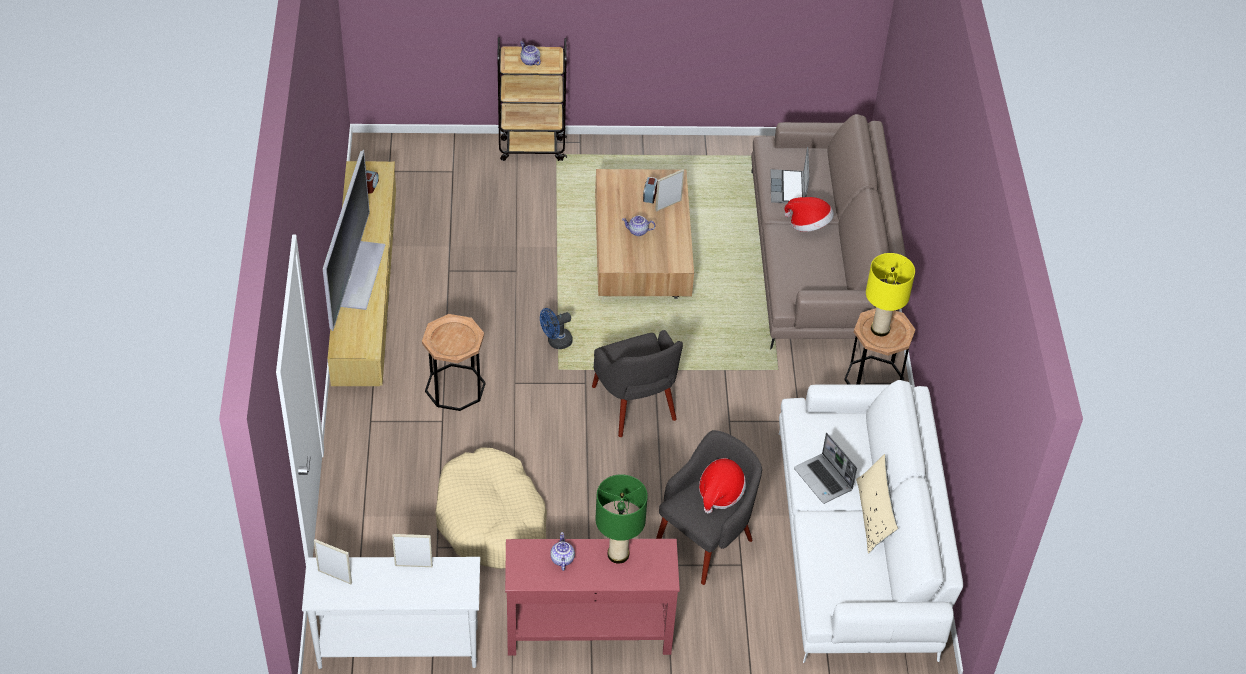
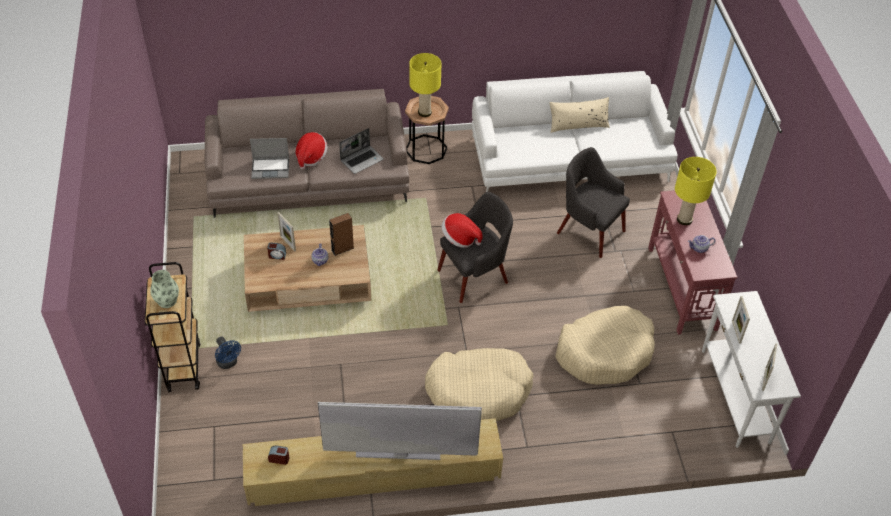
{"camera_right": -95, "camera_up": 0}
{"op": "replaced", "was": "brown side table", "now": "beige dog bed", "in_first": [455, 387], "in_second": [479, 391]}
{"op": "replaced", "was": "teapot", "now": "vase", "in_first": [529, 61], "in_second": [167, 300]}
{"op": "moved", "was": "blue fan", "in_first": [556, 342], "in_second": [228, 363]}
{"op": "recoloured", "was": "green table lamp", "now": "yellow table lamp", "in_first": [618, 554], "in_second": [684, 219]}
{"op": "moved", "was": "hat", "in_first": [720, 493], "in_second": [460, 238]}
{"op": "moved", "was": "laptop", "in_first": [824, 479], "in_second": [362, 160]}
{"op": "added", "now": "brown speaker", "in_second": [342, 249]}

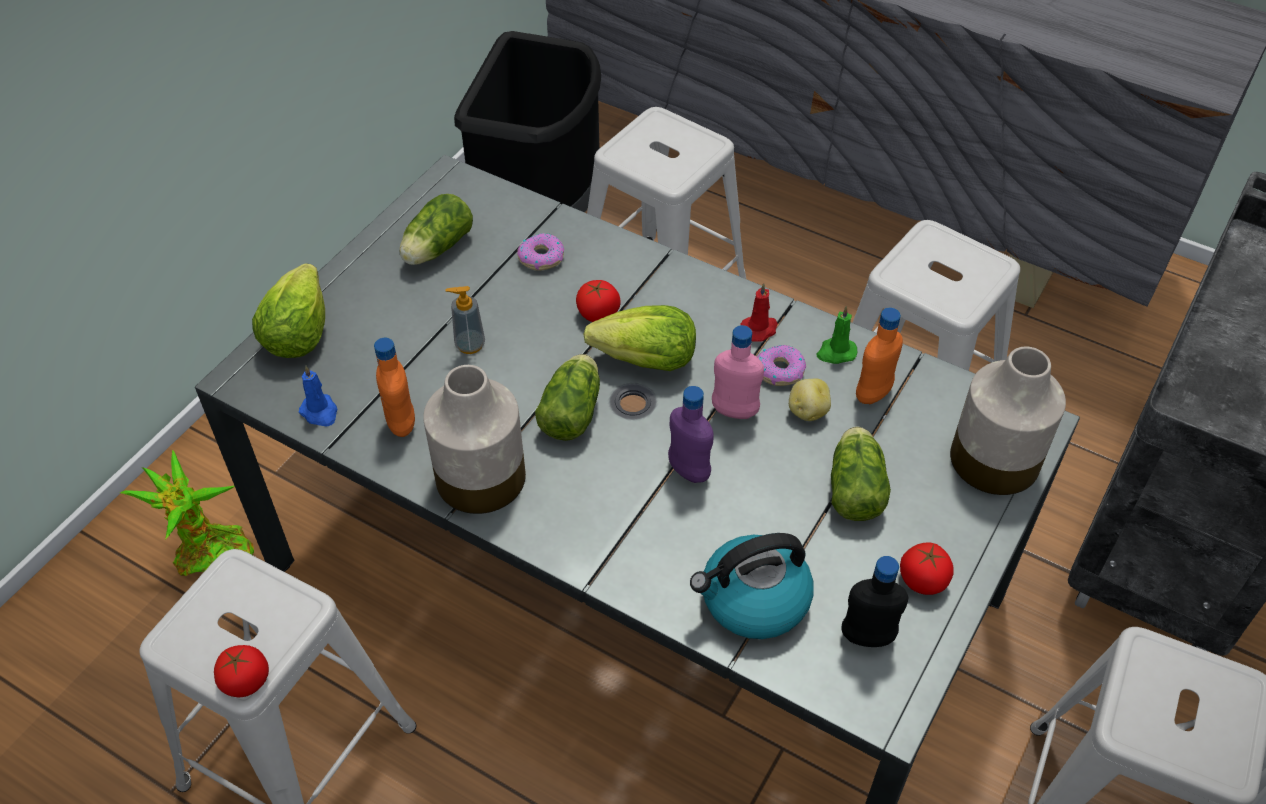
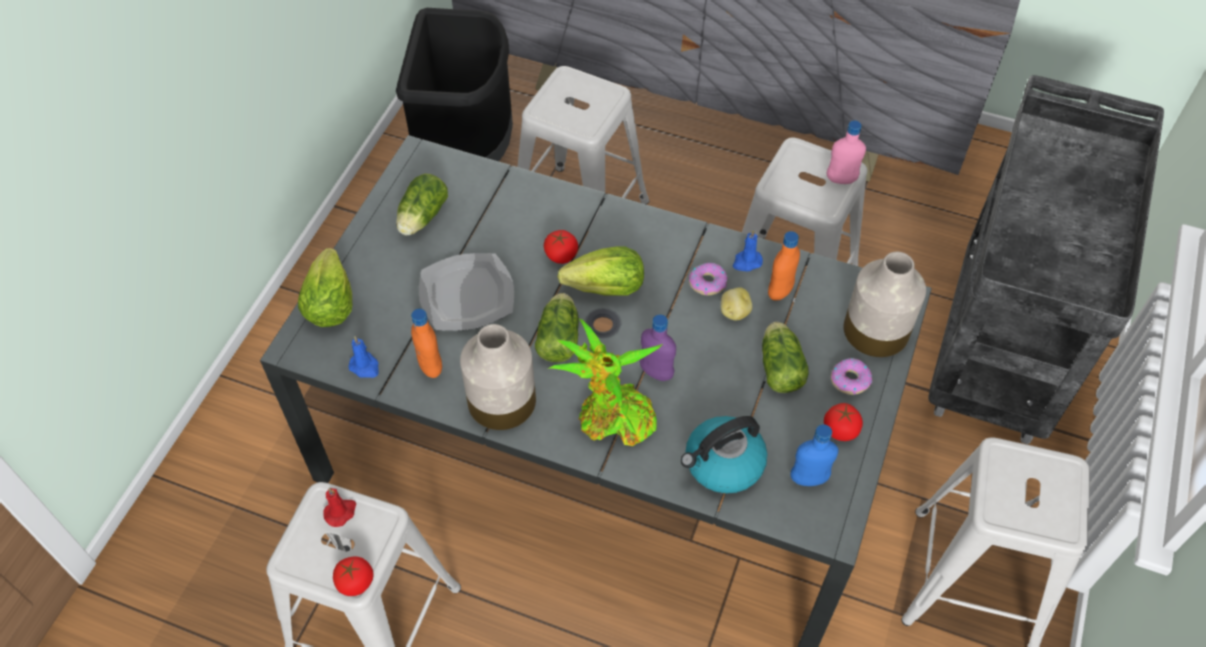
{"camera_right": -10, "camera_up": 5}
{"op": "moved", "was": "potted plant", "in_first": [211, 557], "in_second": [611, 419]}
{"op": "replaced", "was": "soap dispenser", "now": "plate", "in_first": [470, 345], "in_second": [468, 295]}
{"op": "moved", "was": "donut", "in_first": [541, 257], "in_second": [850, 380]}
{"op": "moved", "was": "pink bottle", "in_first": [734, 411], "in_second": [841, 179]}
{"op": "moved", "was": "red candle", "in_first": [760, 329], "in_second": [341, 512]}
{"op": "recoloured", "was": "green candle", "now": "blue candle", "in_first": [836, 352], "in_second": [746, 262]}
{"op": "recoloured", "was": "black bottle", "now": "blue bottle", "in_first": [867, 637], "in_second": [809, 479]}

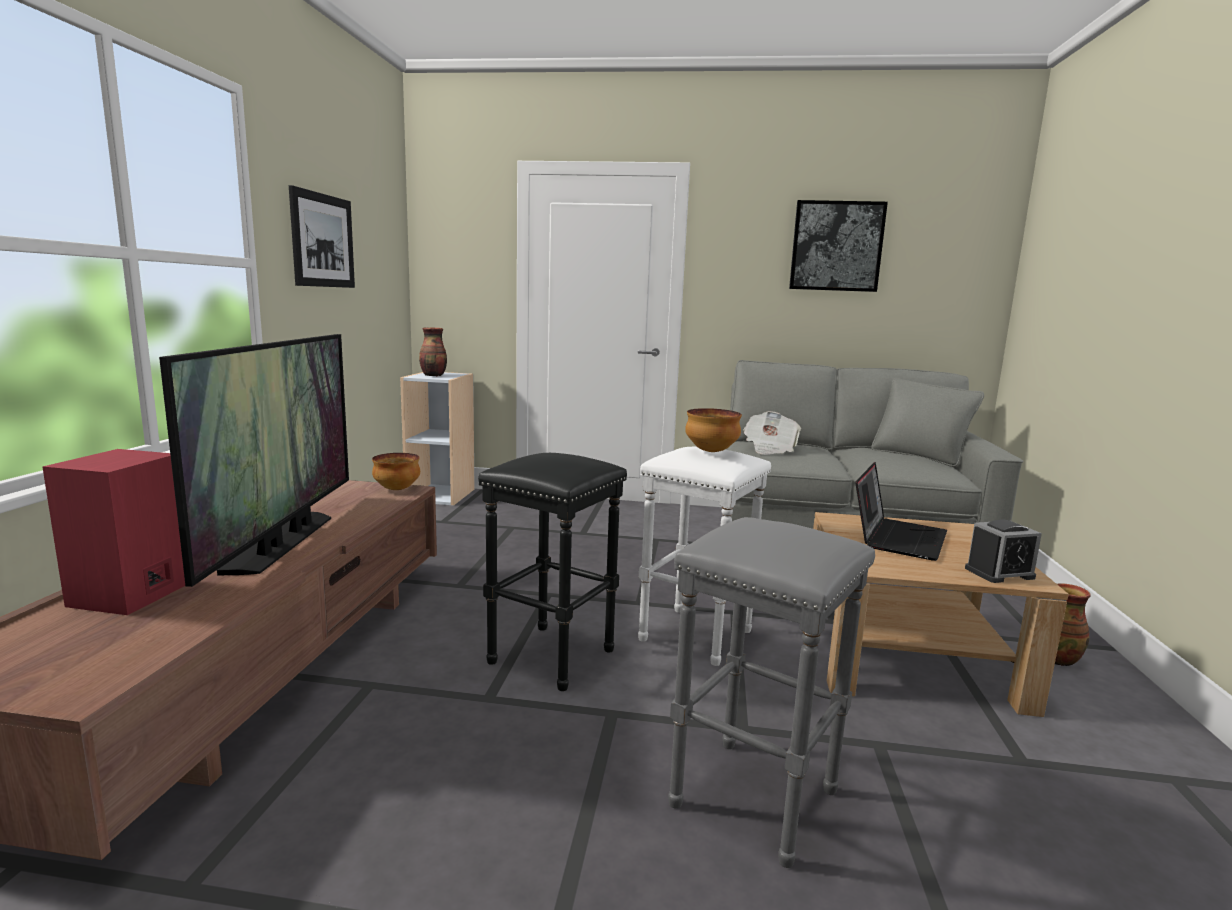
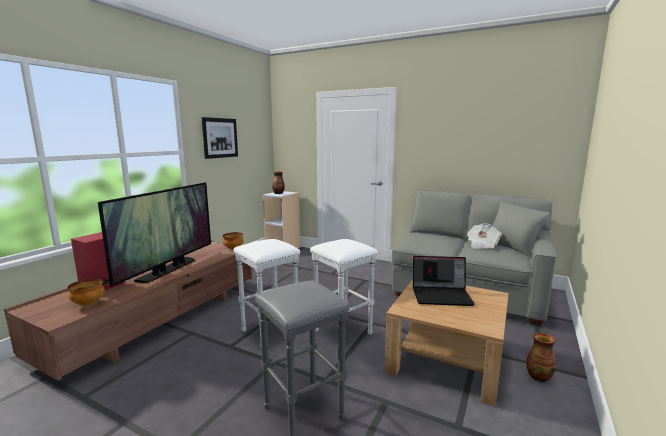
{"camera_right": 20, "camera_up": 0}
{"op": "recoloured", "was": "black stool", "now": "white stool", "in_first": [548, 656], "in_second": [268, 332]}
{"op": "moved", "was": "bowl", "in_first": [710, 451], "in_second": [88, 304]}
{"op": "moved", "was": "newspaper", "in_first": [769, 449], "in_second": [482, 245]}
{"op": "removed", "was": "picture", "in_first": [836, 246]}
{"op": "turned", "was": "laptop", "in_first": [897, 538], "in_second": [442, 295], "clockwise": 45}
{"op": "removed", "was": "alarm clock", "in_first": [999, 573]}

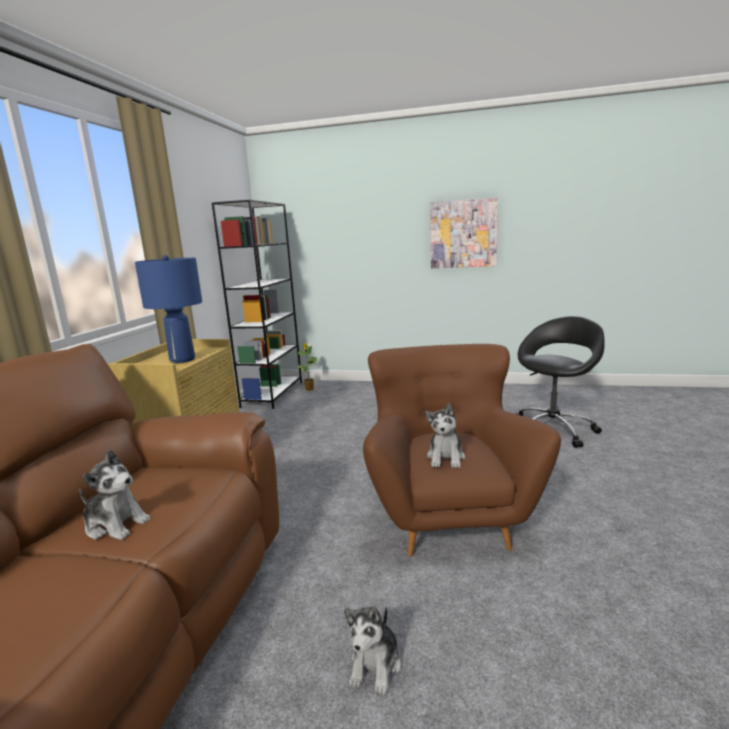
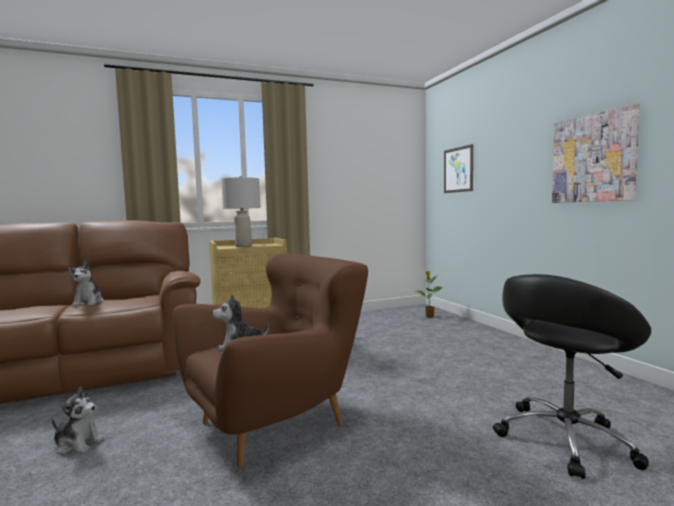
{"camera_right": 55, "camera_up": -10}
{"op": "recoloured", "was": "blue table lamp", "now": "grey table lamp", "in_first": [182, 360], "in_second": [243, 246]}
{"op": "removed", "was": "white bookcase", "in_first": [272, 394]}
{"op": "turned", "was": "plush toy", "in_first": [376, 664], "in_second": [78, 443], "clockwise": -150}
{"op": "turned", "was": "black office chair", "in_first": [554, 428], "in_second": [563, 441], "clockwise": 120}
{"op": "added", "now": "picture", "in_second": [458, 170]}

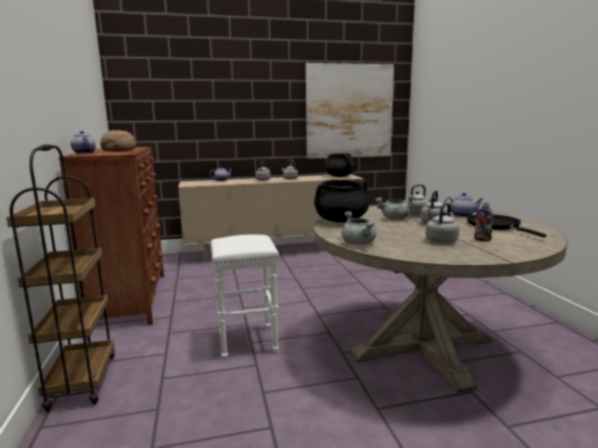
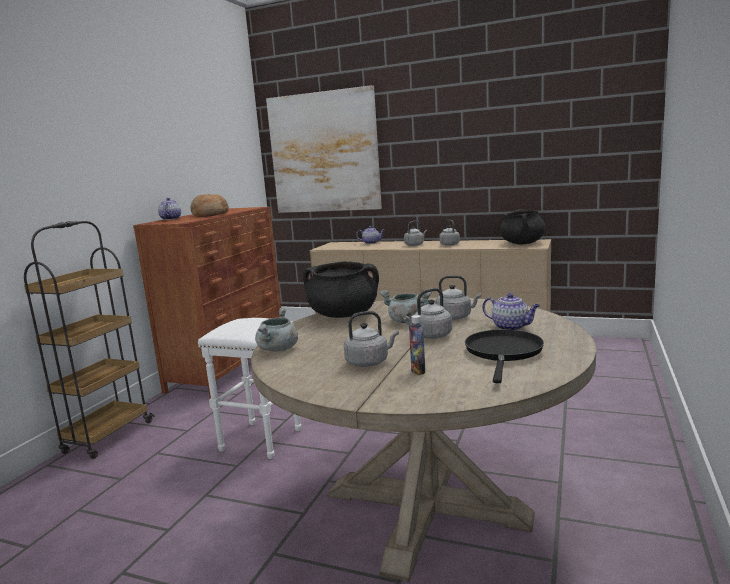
{"camera_right": 35, "camera_up": 0}
{"op": "moved", "was": "picture", "in_first": [349, 111], "in_second": [324, 153]}

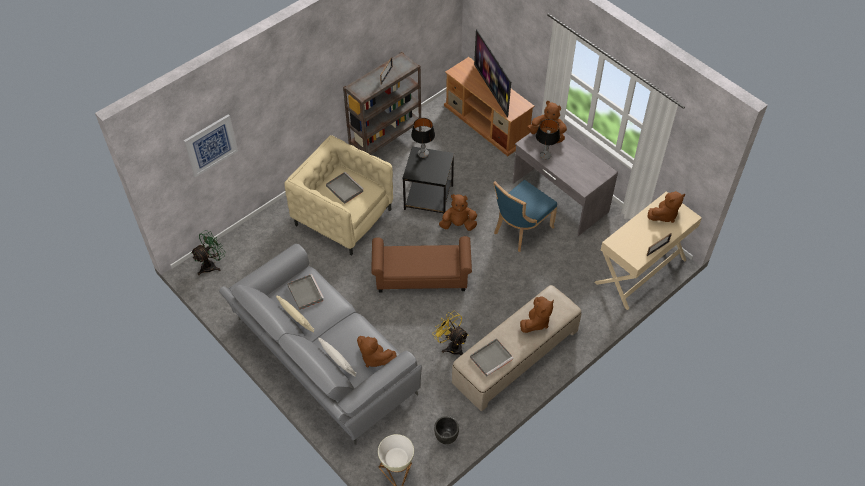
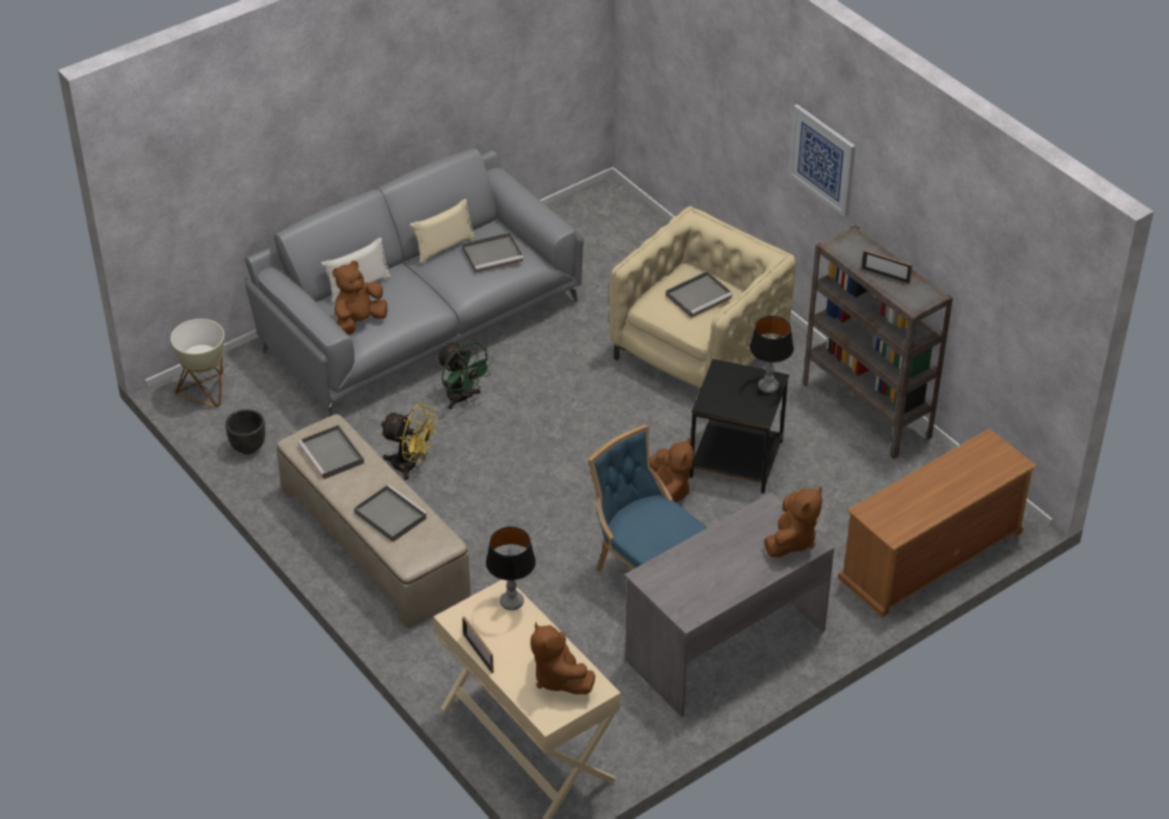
{"camera_right": 95, "camera_up": -10}
{"op": "moved", "was": "picture", "in_first": [211, 145], "in_second": [822, 160]}
{"op": "moved", "was": "green fan", "in_first": [211, 265], "in_second": [462, 398]}
{"op": "removed", "was": "brown ottoman", "in_first": [421, 277]}
{"op": "turned", "was": "yellow fan", "in_first": [451, 346], "in_second": [411, 465], "clockwise": 60}
{"op": "removed", "was": "television", "in_first": [492, 90]}
{"op": "replaced", "was": "brown plush toy", "now": "grey tray", "in_first": [536, 322], "in_second": [389, 515]}
{"op": "moved", "was": "table lamp", "in_first": [545, 156], "in_second": [511, 602]}

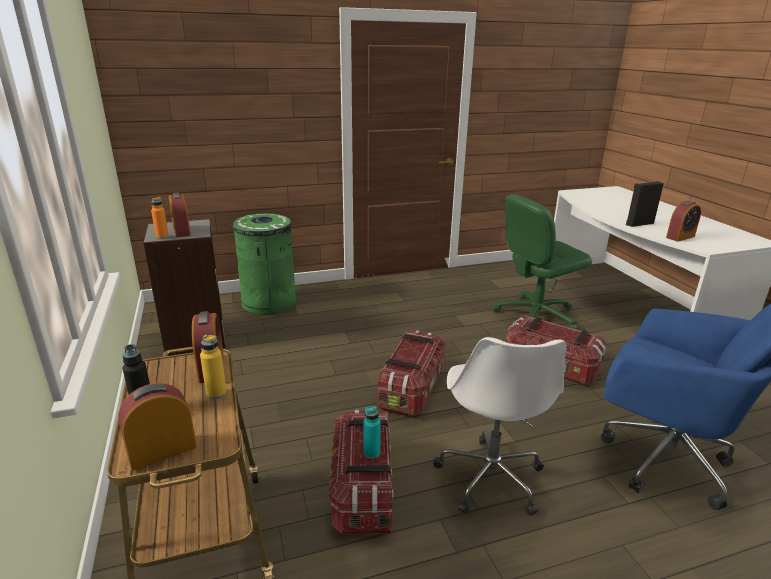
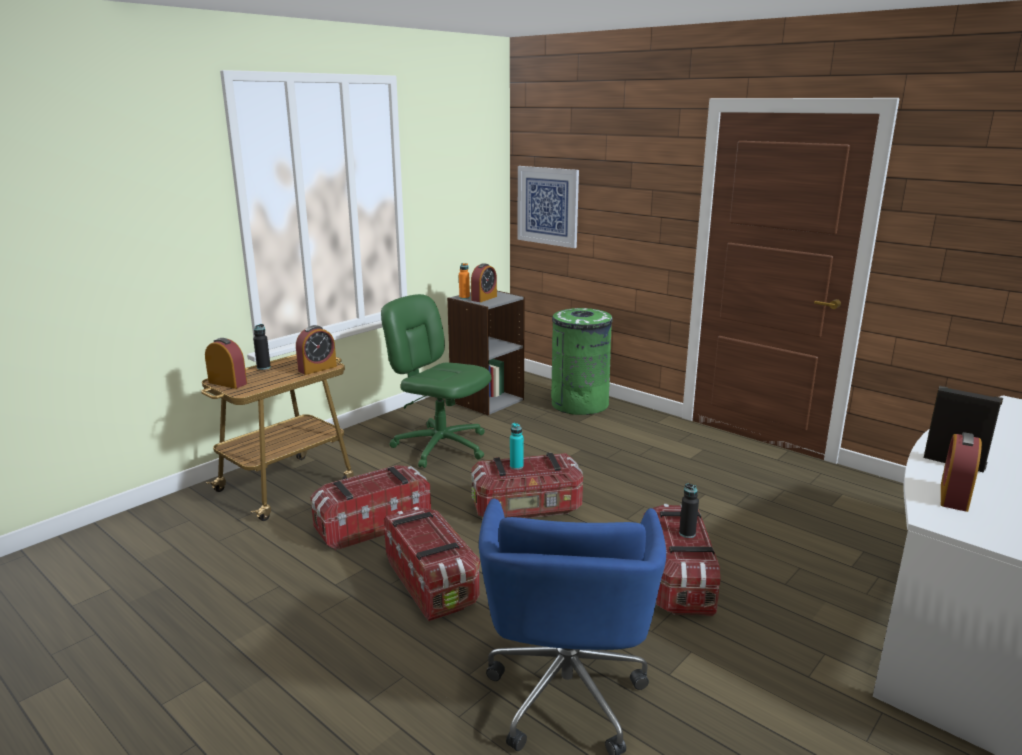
{"camera_right": 60, "camera_up": -5}
{"op": "removed", "was": "yellow bottle", "in_first": [216, 393]}
{"op": "moved", "was": "turquoise bottle", "in_first": [371, 453], "in_second": [516, 466]}
{"op": "replaced", "was": "white office chair", "now": "storage box", "in_first": [490, 481], "in_second": [431, 582]}
{"op": "moved", "was": "green office chair", "in_first": [535, 315], "in_second": [441, 446]}
{"op": "turned", "was": "alarm clock", "in_first": [680, 237], "in_second": [954, 496], "clockwise": 90}
{"op": "added", "now": "picture", "in_second": [548, 206]}
{"op": "added", "now": "black bottle", "in_second": [687, 533]}

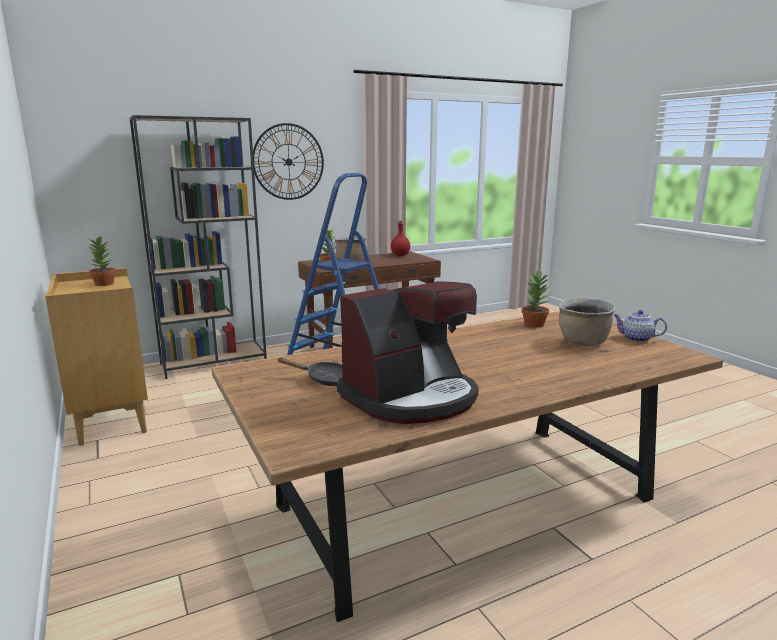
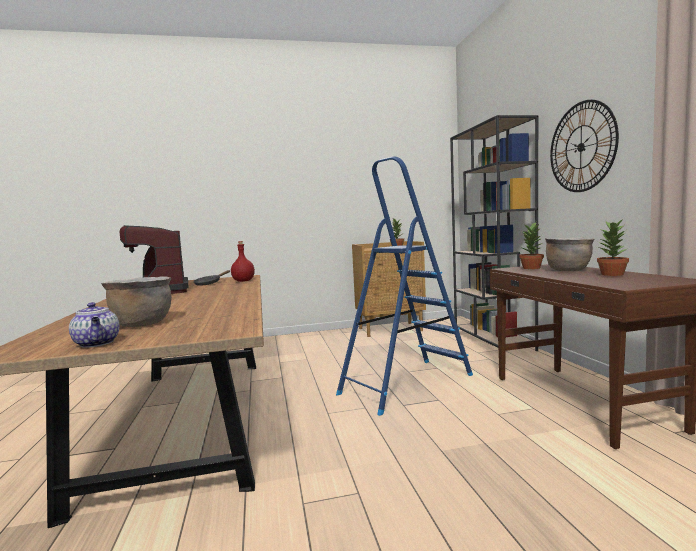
{"camera_right": 105, "camera_up": -10}
{"op": "moved", "was": "red bottle", "in_first": [400, 255], "in_second": [244, 281]}
{"op": "moved", "was": "potted plant", "in_first": [534, 324], "in_second": [612, 274]}
{"op": "turned", "was": "teapot", "in_first": [636, 339], "in_second": [97, 343], "clockwise": 105}

